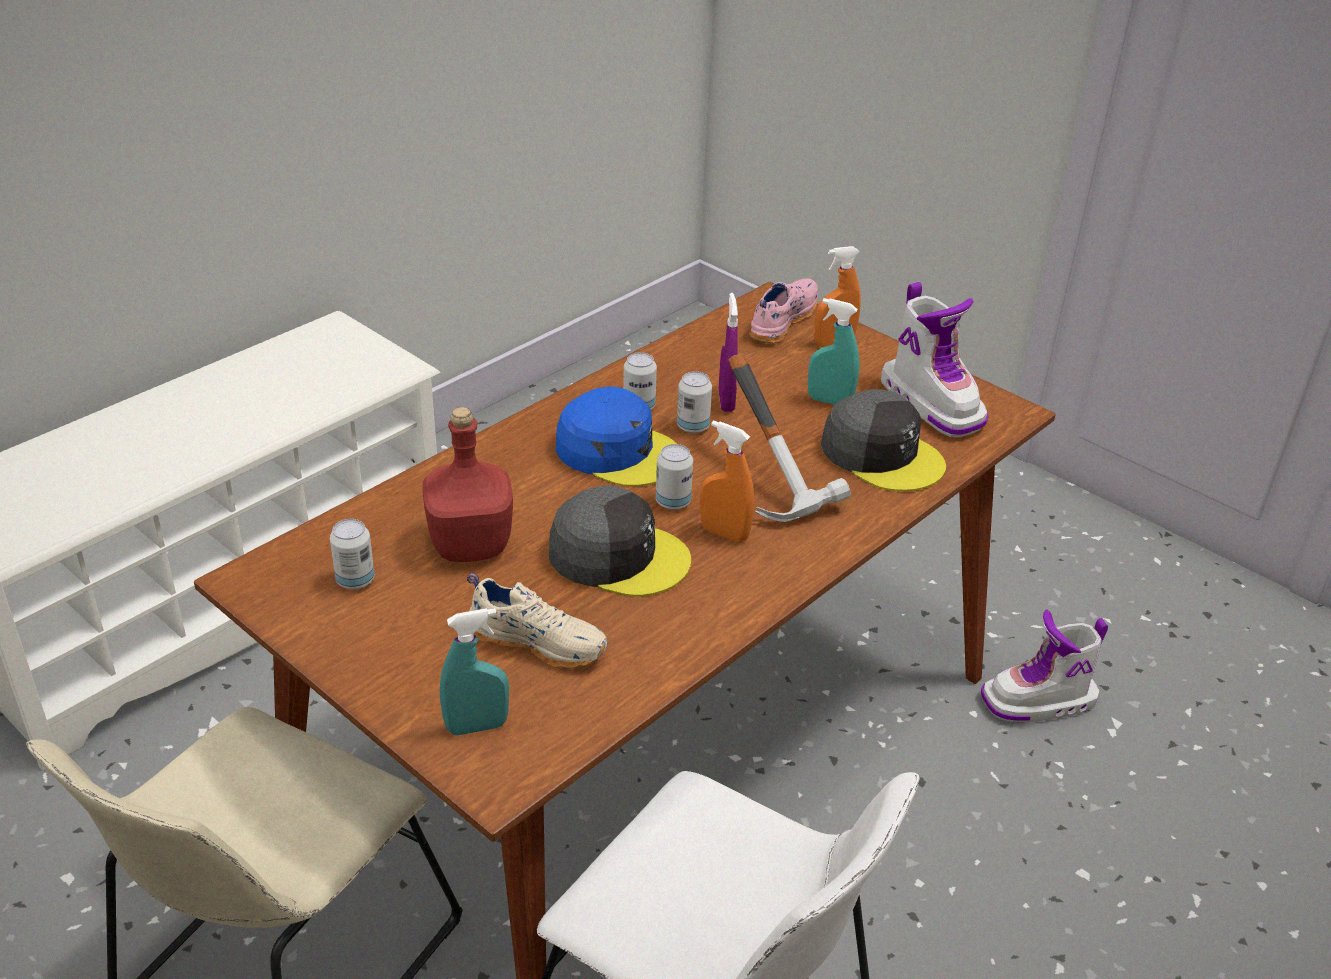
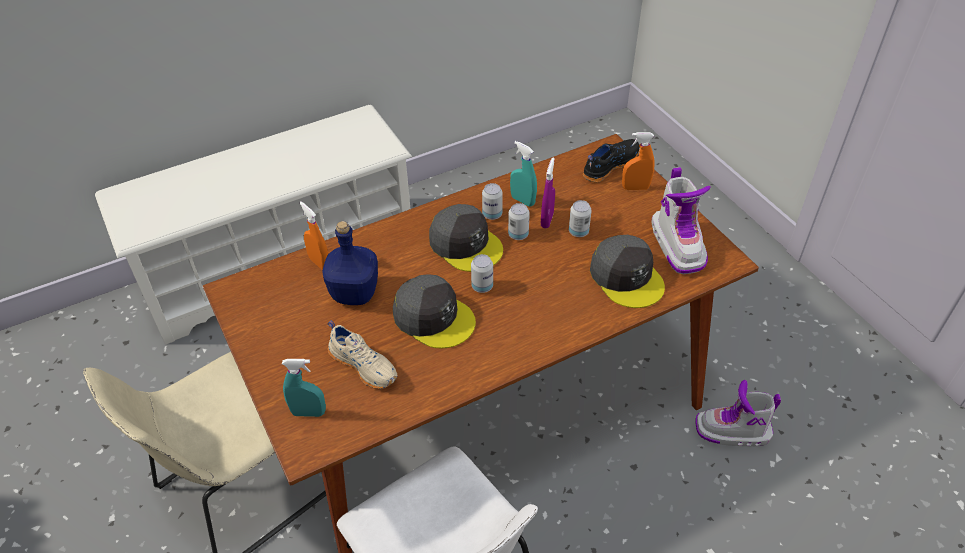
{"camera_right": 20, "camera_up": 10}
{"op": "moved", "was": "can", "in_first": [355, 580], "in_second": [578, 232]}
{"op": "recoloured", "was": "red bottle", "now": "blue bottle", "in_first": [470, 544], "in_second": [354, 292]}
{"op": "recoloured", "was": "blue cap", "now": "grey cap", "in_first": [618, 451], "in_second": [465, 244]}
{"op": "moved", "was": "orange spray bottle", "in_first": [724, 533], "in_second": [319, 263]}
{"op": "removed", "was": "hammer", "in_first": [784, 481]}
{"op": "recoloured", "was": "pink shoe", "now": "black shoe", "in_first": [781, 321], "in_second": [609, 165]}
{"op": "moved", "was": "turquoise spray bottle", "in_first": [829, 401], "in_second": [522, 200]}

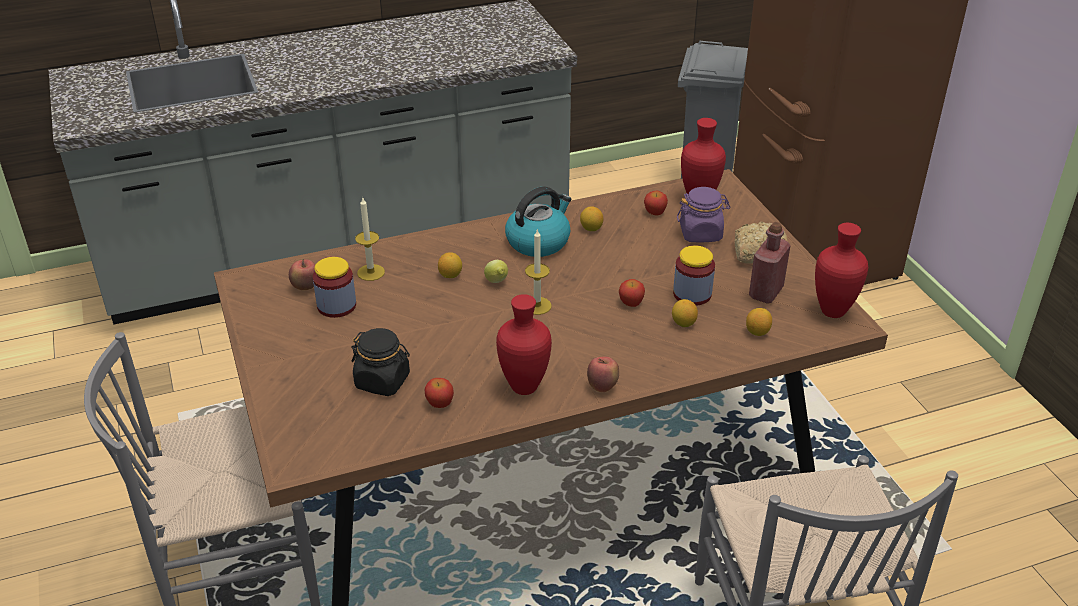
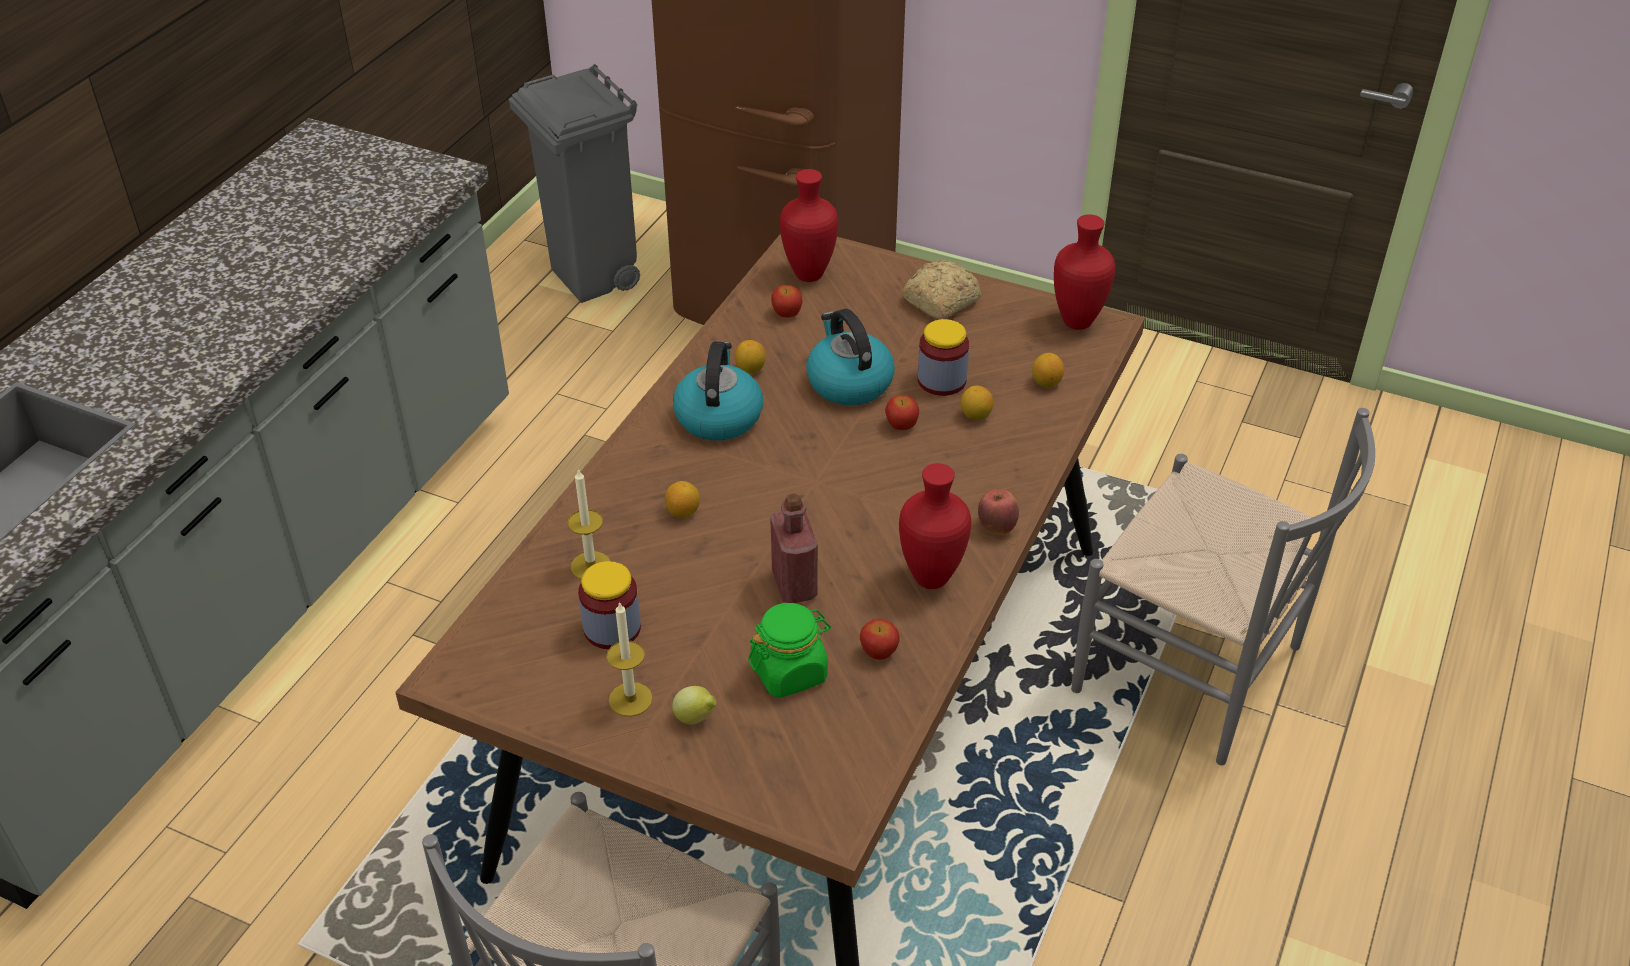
{"camera_right": -45, "camera_up": 5}
{"op": "removed", "was": "apple", "in_first": [305, 287]}
{"op": "recoloured", "was": "black jar", "now": "green jar", "in_first": [383, 381], "in_second": [789, 672]}
{"op": "moved", "was": "lemon", "in_first": [497, 282], "in_second": [696, 718]}
{"op": "moved", "was": "candle", "in_first": [537, 306], "in_second": [630, 699]}
{"op": "removed", "was": "purple jar", "in_first": [701, 233]}
{"op": "moved", "was": "red bottle", "in_first": [766, 292], "in_second": [794, 584]}
{"op": "added", "now": "kettle", "in_second": [848, 382]}

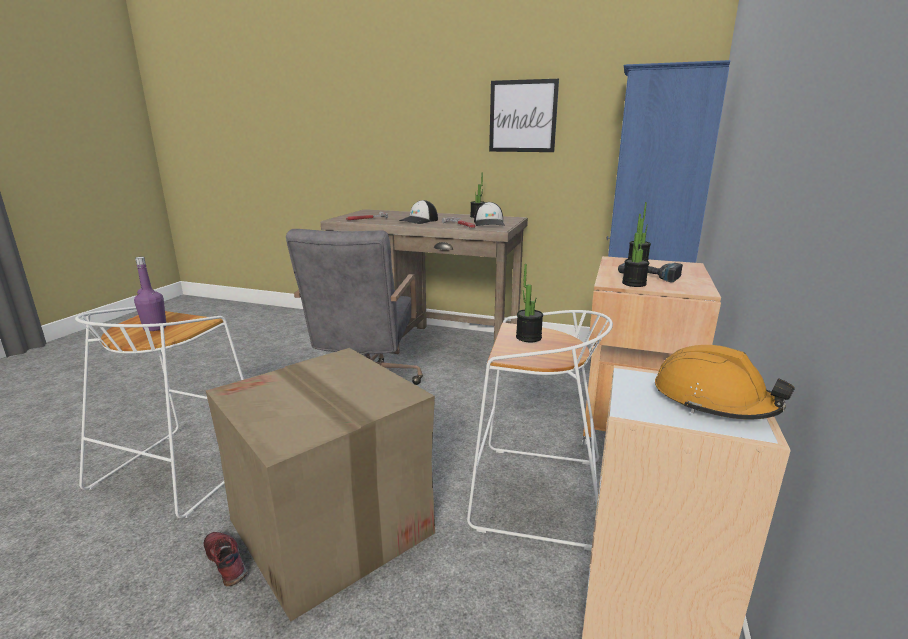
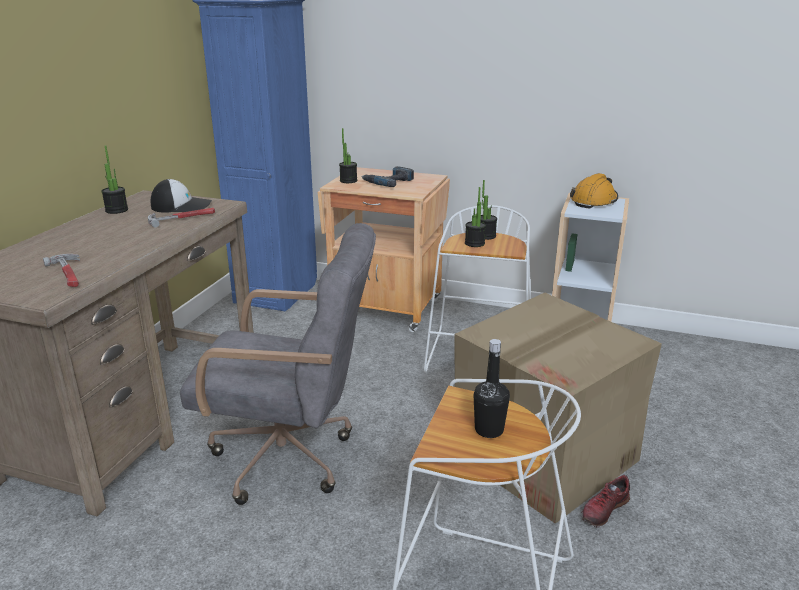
{"camera_right": -90, "camera_up": 5}
{"op": "recoloured", "was": "purple bottle", "now": "black bottle", "in_first": [155, 328], "in_second": [489, 430]}
{"op": "removed", "was": "cap", "in_first": [419, 221]}
{"op": "removed", "was": "picture", "in_first": [522, 116]}
{"op": "moved", "was": "potted plant", "in_first": [634, 283], "in_second": [486, 236]}

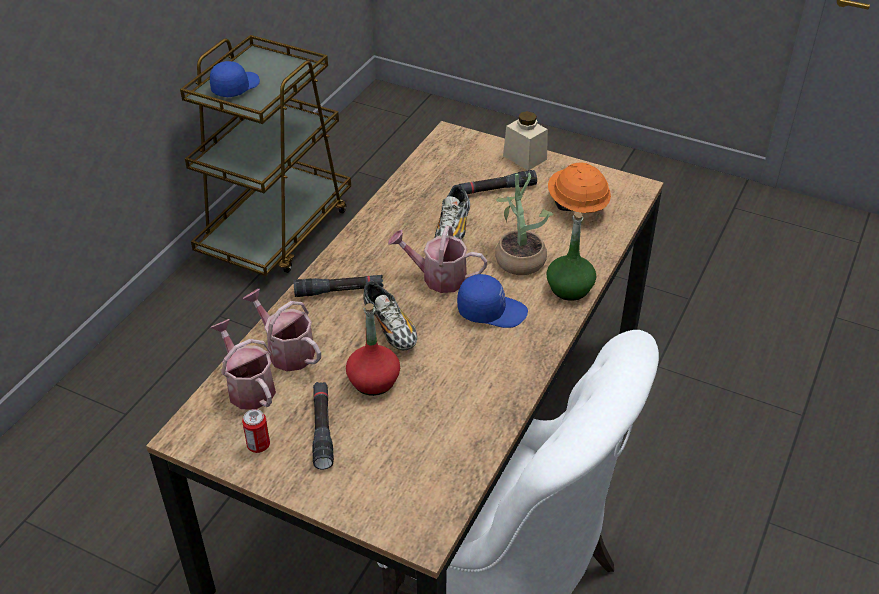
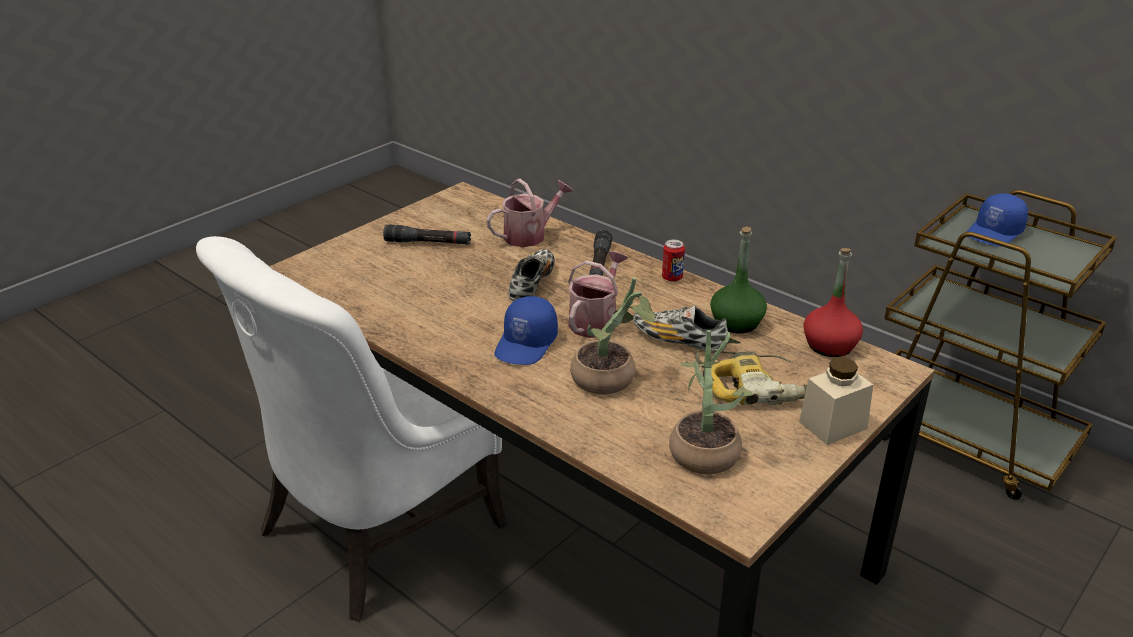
{"camera_right": 105, "camera_up": -10}
{"op": "turned", "was": "blue cap", "in_first": [235, 87], "in_second": [995, 233], "clockwise": 90}
{"op": "removed", "was": "watering can", "in_first": [248, 387]}
{"op": "moved", "was": "can", "in_first": [258, 445], "in_second": [672, 278]}
{"op": "moved", "was": "red bottle", "in_first": [373, 381], "in_second": [829, 345]}
{"op": "turned", "was": "shoe", "in_first": [390, 328], "in_second": [532, 285], "clockwise": 120}
{"op": "replaced", "was": "black flashlight", "now": "power drill", "in_first": [496, 189], "in_second": [756, 387]}
{"op": "moved", "was": "green bottle", "in_first": [570, 288], "in_second": [736, 323]}
{"op": "replaced", "was": "orange hard hat", "now": "potted plant", "in_first": [576, 206], "in_second": [704, 448]}

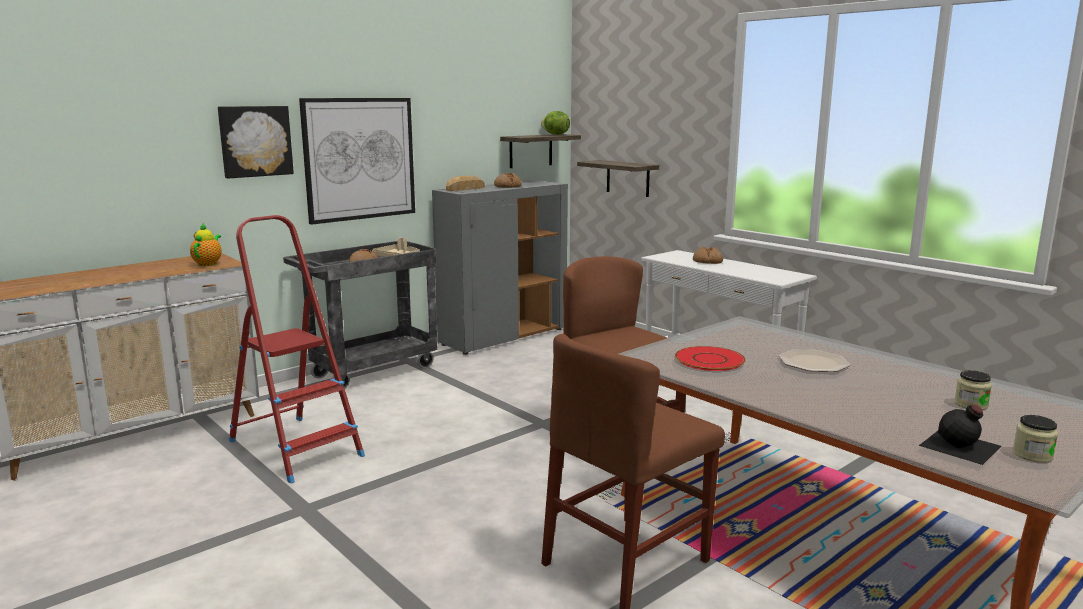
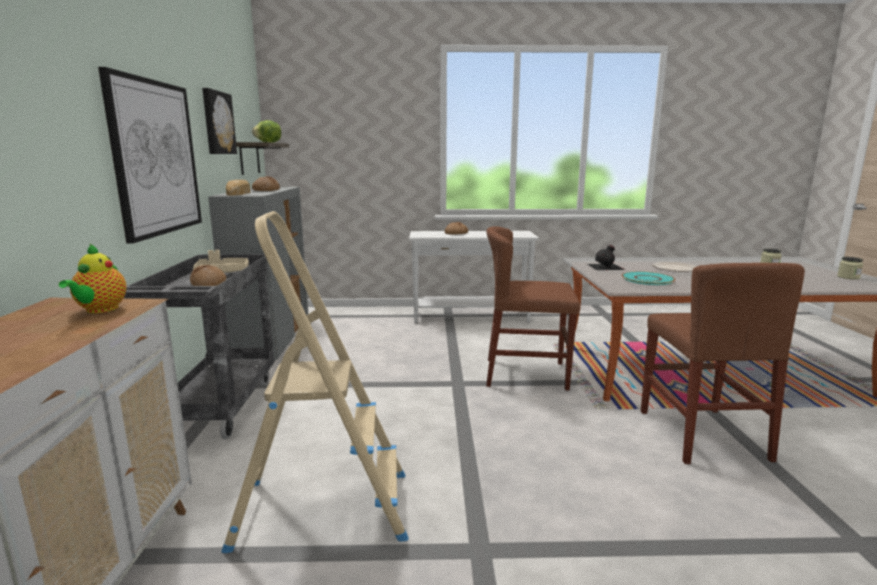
{"camera_right": -50, "camera_up": 0}
{"op": "turned", "was": "teapot", "in_first": [208, 263], "in_second": [100, 310], "clockwise": -135}
{"op": "moved", "was": "picture", "in_first": [255, 141], "in_second": [217, 123]}
{"op": "recoloured", "was": "red step ladder", "now": "beige step ladder", "in_first": [296, 448], "in_second": [325, 509]}
{"op": "removed", "was": "shelf", "in_first": [628, 178]}
{"op": "recoloured", "was": "red plate", "now": "turquoise plate", "in_first": [709, 360], "in_second": [647, 279]}
{"op": "moved", "was": "black bottle", "in_first": [961, 446], "in_second": [606, 267]}

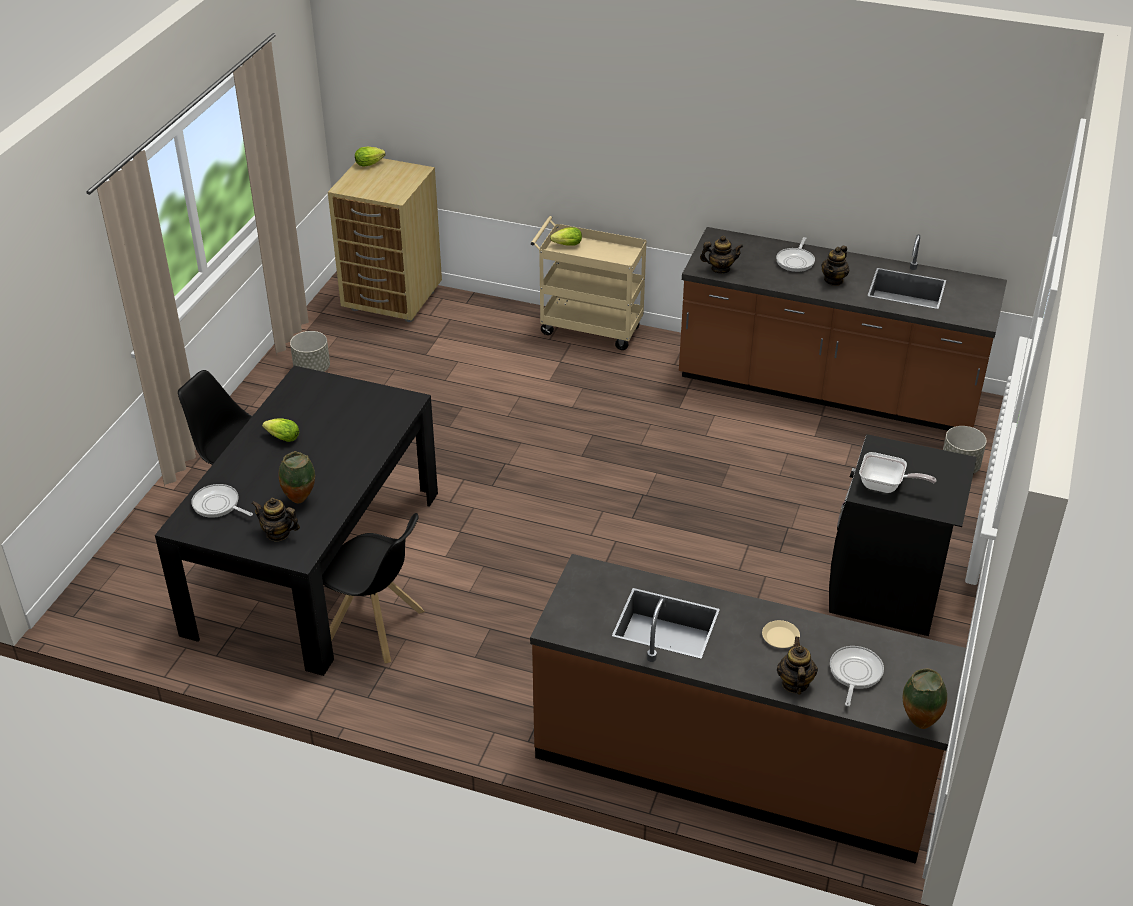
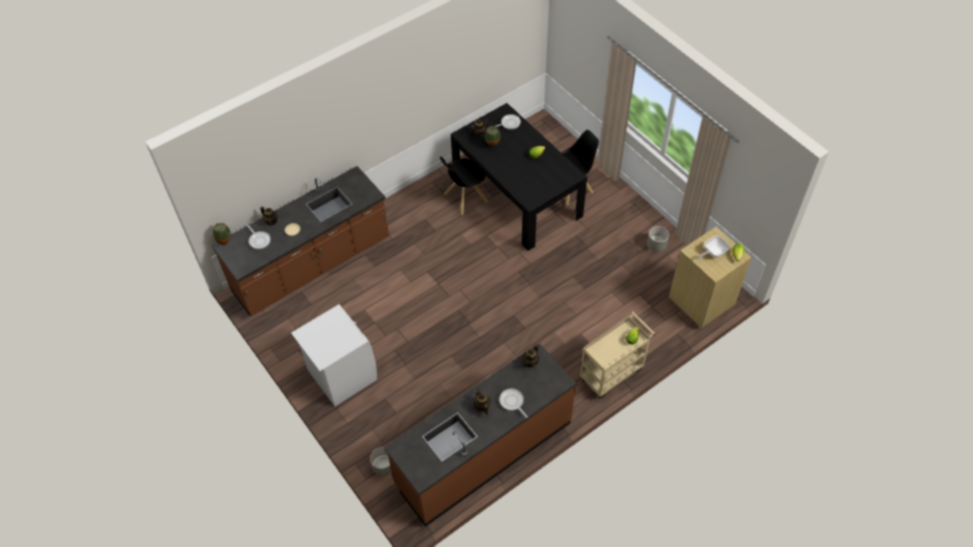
{"camera_right": 125, "camera_up": 15}
{"op": "recoloured", "was": "black washing machine", "now": "white washing machine", "in_first": [888, 590], "in_second": [340, 374]}
{"op": "moved", "was": "frying pan", "in_first": [885, 486], "in_second": [713, 253]}

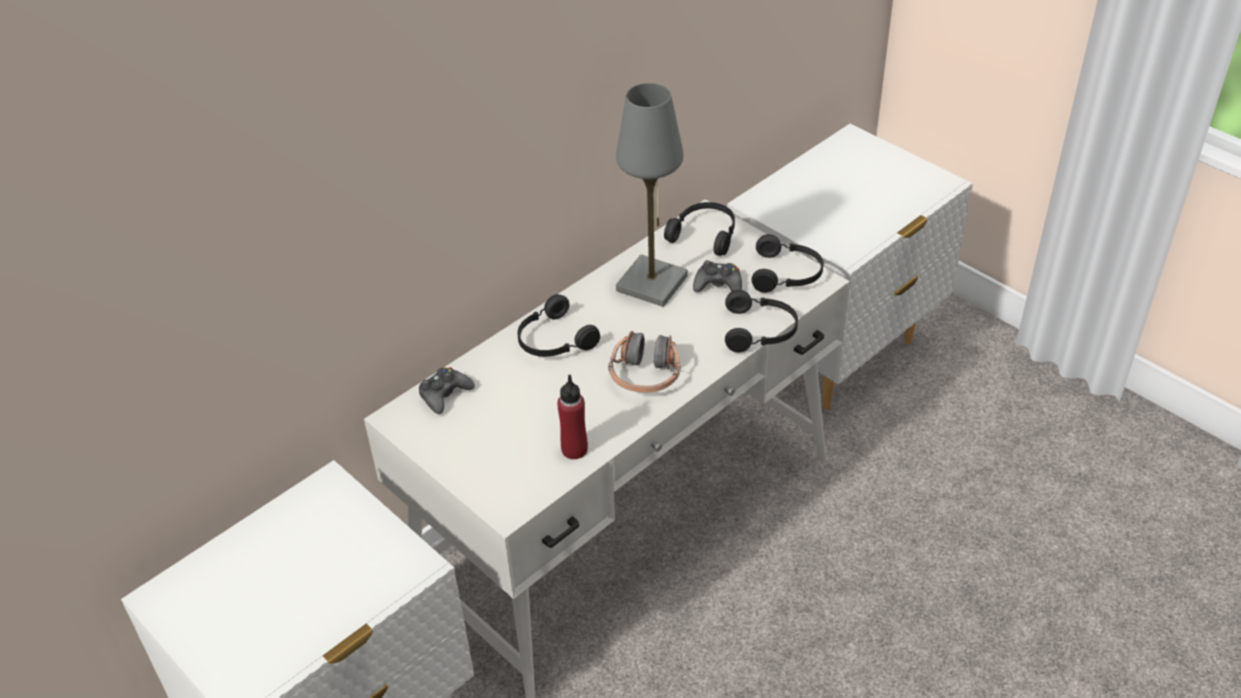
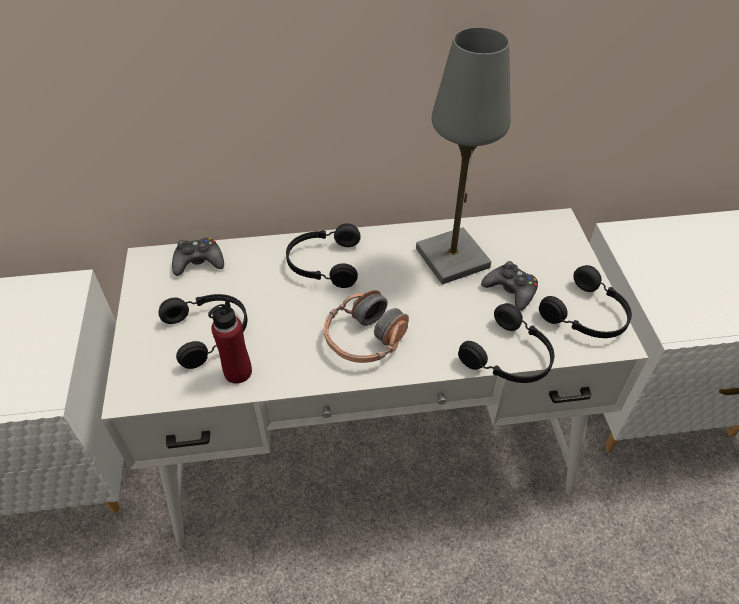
{"camera_right": 35, "camera_up": 5}
{"op": "moved", "was": "black headphones", "in_first": [705, 234], "in_second": [209, 332]}

